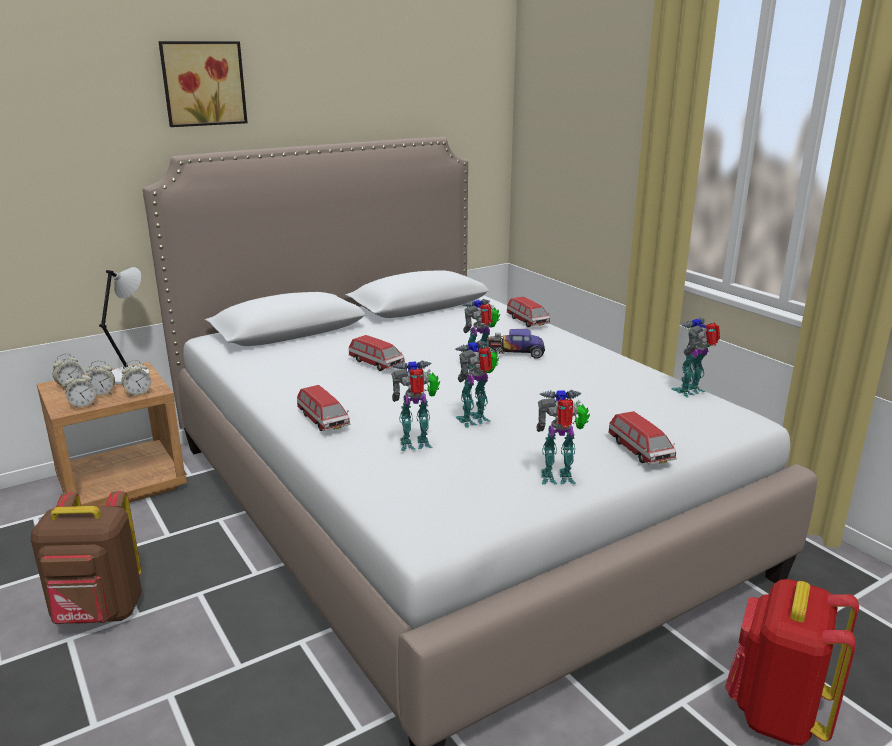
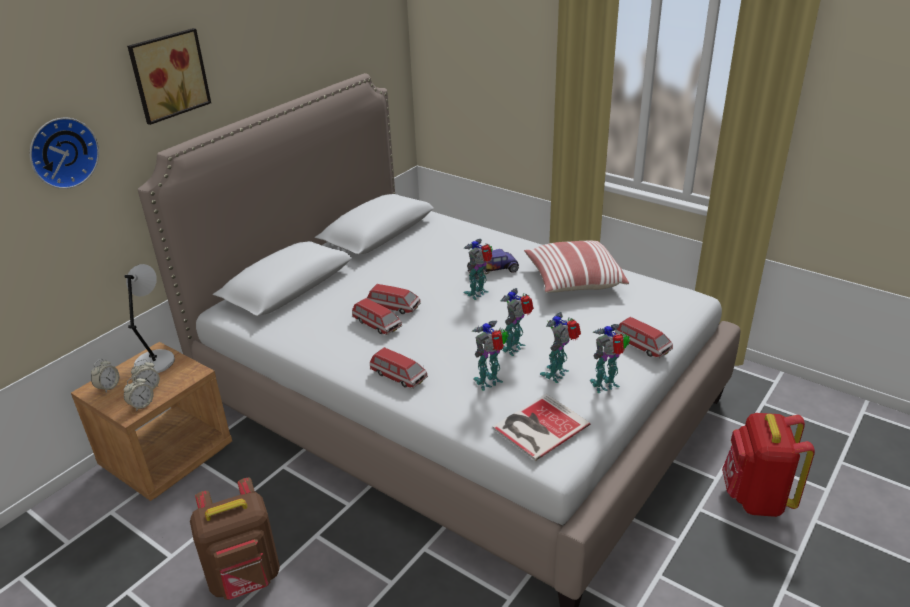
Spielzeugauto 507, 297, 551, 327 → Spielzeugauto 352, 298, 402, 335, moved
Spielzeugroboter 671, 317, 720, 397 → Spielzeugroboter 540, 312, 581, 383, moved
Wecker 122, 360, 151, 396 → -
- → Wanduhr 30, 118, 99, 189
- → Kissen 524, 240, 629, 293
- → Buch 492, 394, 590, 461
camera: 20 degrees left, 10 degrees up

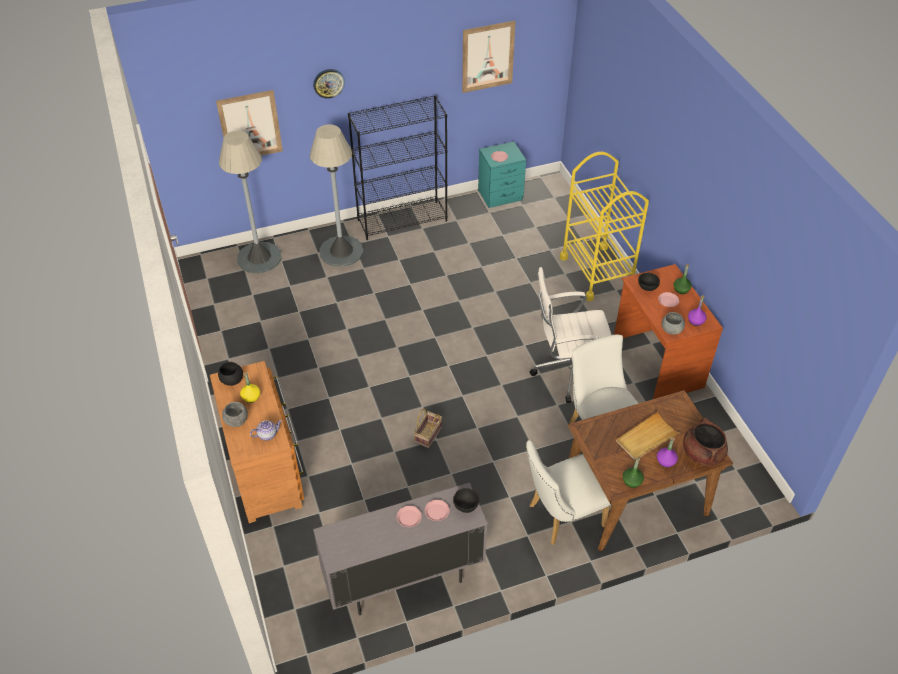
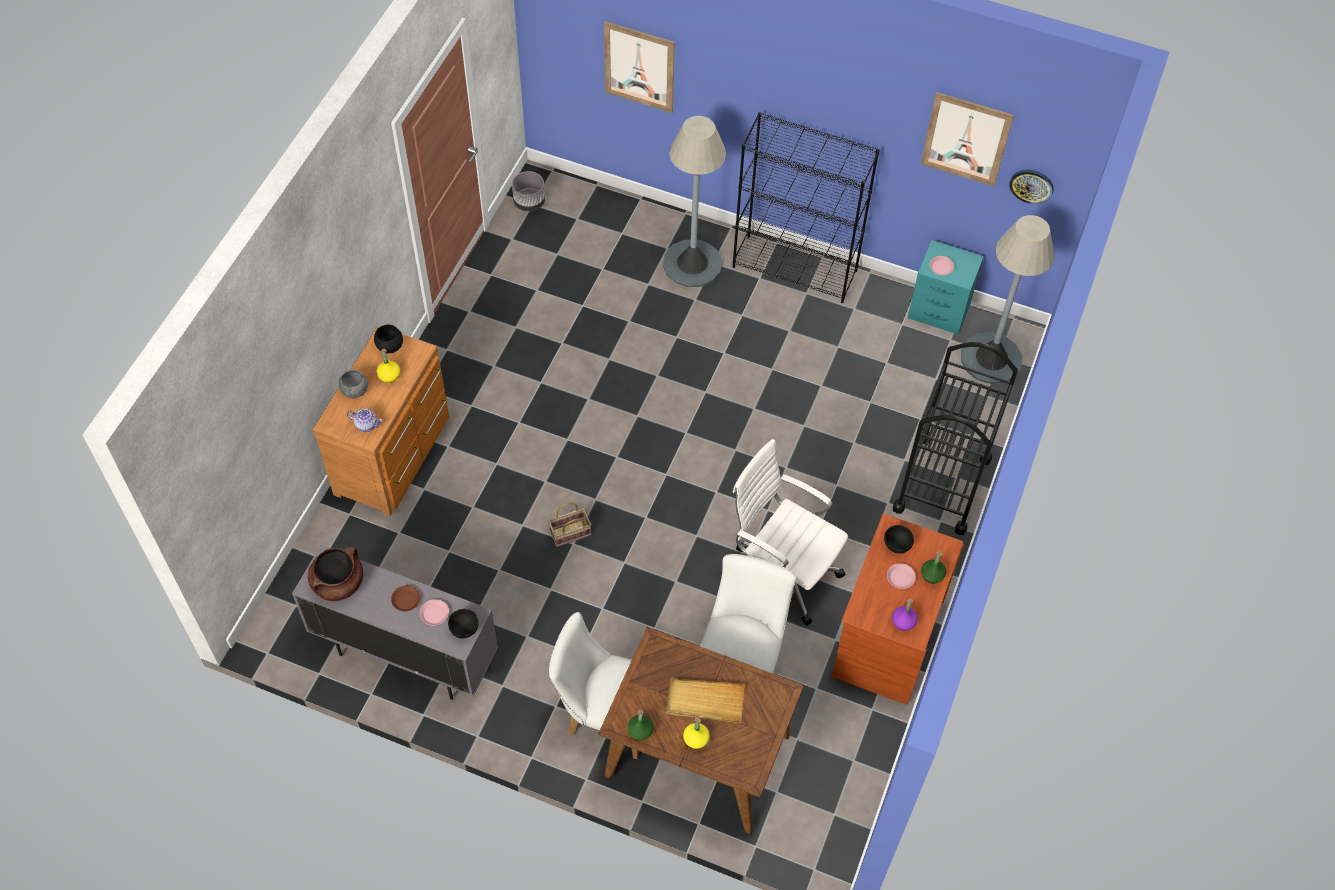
Wanduhr 313, 69, 345, 99 → Wanduhr 1009, 170, 1054, 204, moved
Stehlampe [grau] 219, 131, 282, 273 → Stehlampe [grau] 961, 215, 1055, 384, moved
Rollwagen [gelb] 560, 152, 649, 301 → Rollwagen [schwarz] 893, 342, 1018, 535
Schüssel [grau] 661, 312, 685, 335 → -
Kochtopf [braun] 683, 417, 728, 466 → Kochtopf [braun] 308, 547, 363, 601, moved
Flasche [lila] 657, 437, 678, 468 → Flasche [gelb] 683, 718, 710, 749
Teller [rosa] 397, 506, 422, 527 → Teller [braun] 391, 585, 420, 611
- → Pflanzkübel [grau] 512, 171, 545, 211
camera: 40 degrees right, 10 degrees up

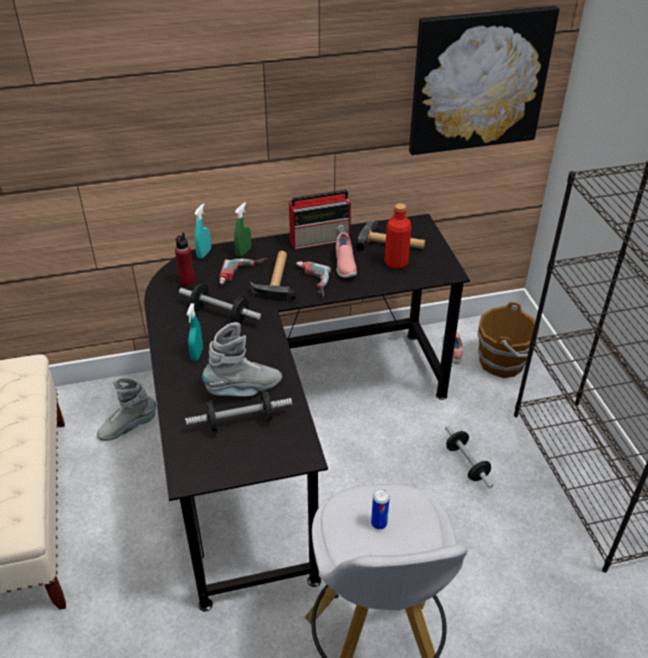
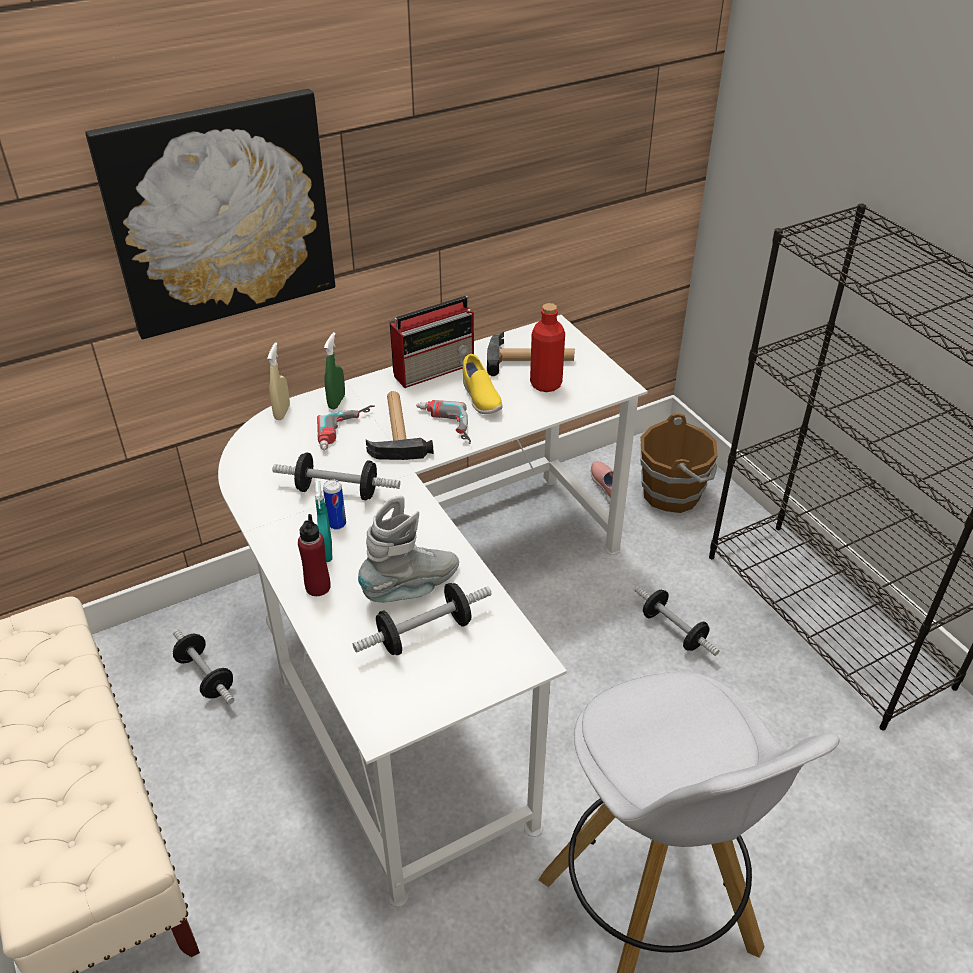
Bild 409, 6, 559, 155 → Bild 86, 89, 335, 339, moved
Sprühflasche [türkis] 194, 204, 211, 259 → Sprühflasche [beige] 267, 342, 290, 420
Schreibtisch [schwarz] 144, 214, 470, 611 → Schreibtisch [weiß] 218, 315, 648, 907
Flasche [rot] 175, 232, 195, 287 → Flasche [rot] 298, 514, 331, 596, moved
Schuh [rosa] 336, 232, 357, 278 → Schuh [gelb] 463, 354, 503, 414
Stiefel [grau] 97, 377, 156, 441 → Hantel 173, 629, 235, 704
Dose 371, 489, 390, 529 → Dose 323, 480, 346, 530, moved
camera: 15 degrees left, 0 degrees up

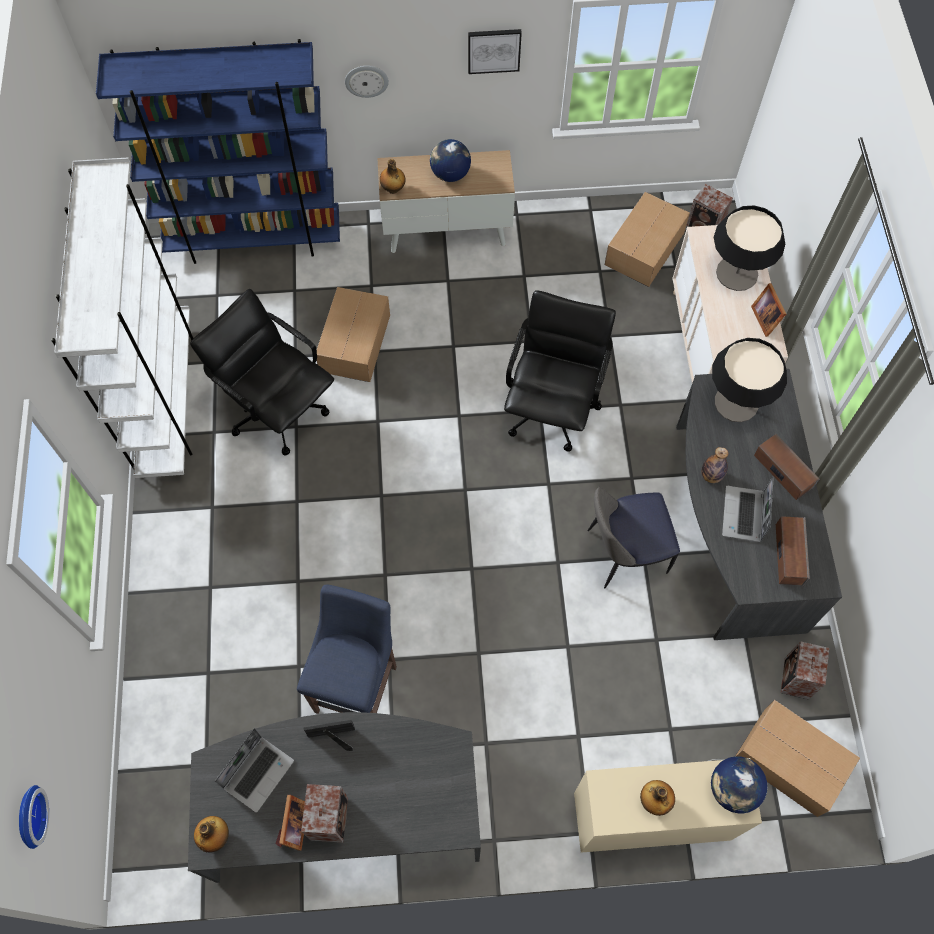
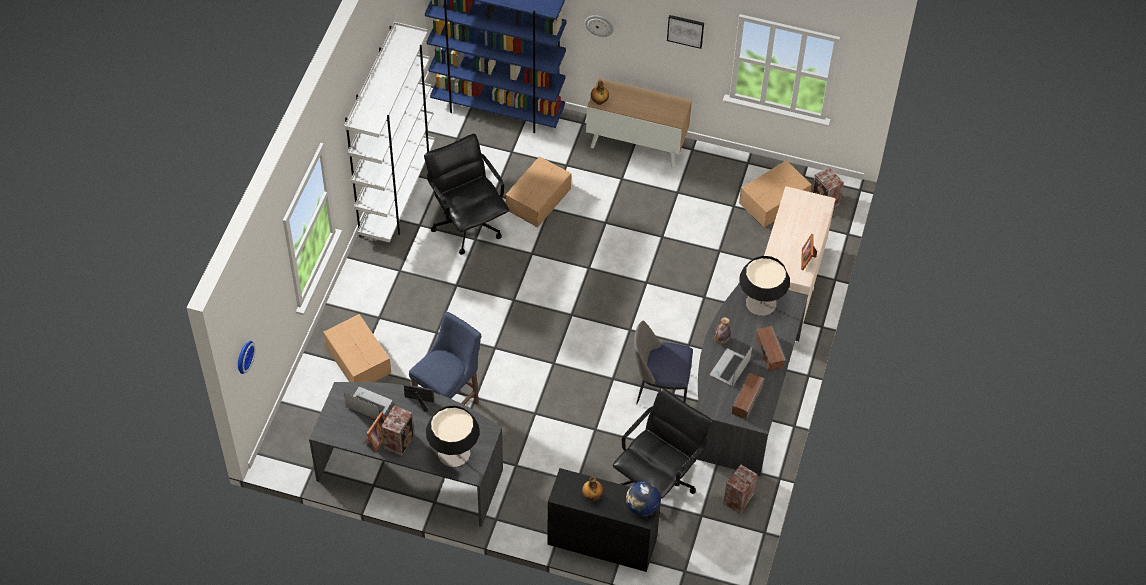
Globus 430, 139, 471, 182 → -
Tischlampe 714, 205, 785, 291 → Tischlampe 426, 406, 480, 468, moved
Bürostuhl [schwarz] 504, 290, 616, 452 → Bürostuhl [schwarz] 613, 388, 712, 513, moved
Karton 735, 700, 860, 817 → Karton 323, 314, 391, 382, moved
Laptop 215, 728, 294, 812 → Laptop 344, 387, 392, 419, 120 degrees counterclockwise
Schreibtisch [beige] 574, 758, 762, 853 → Schreibtisch [schwarz] 547, 468, 661, 572
Flasche 194, 816, 229, 853 → -
camera: 20 degrees right, 10 degrees down

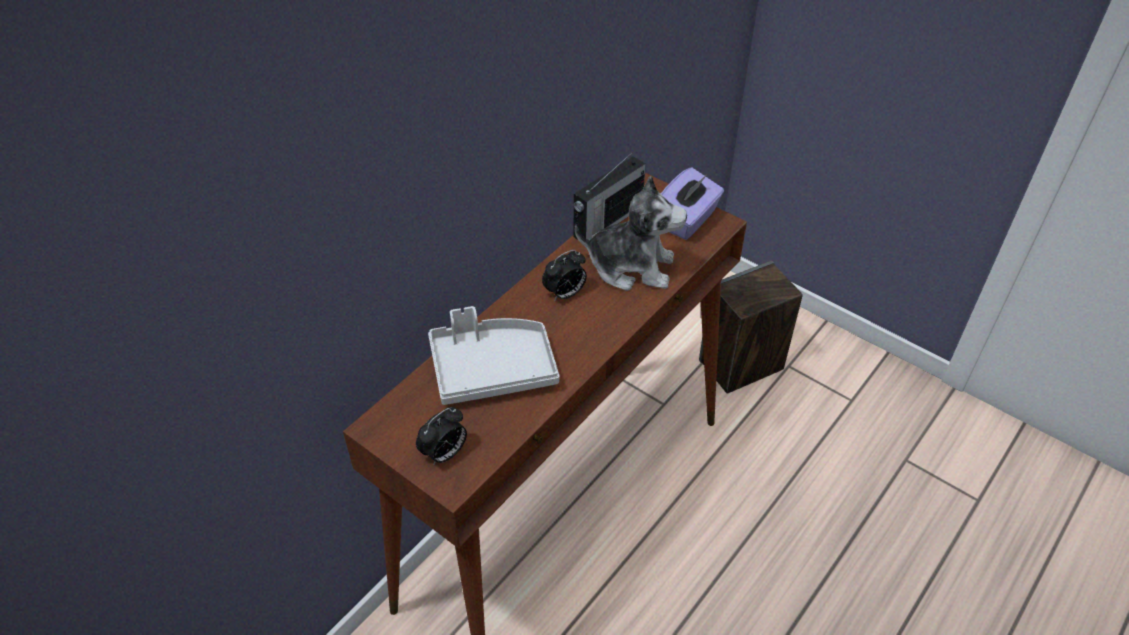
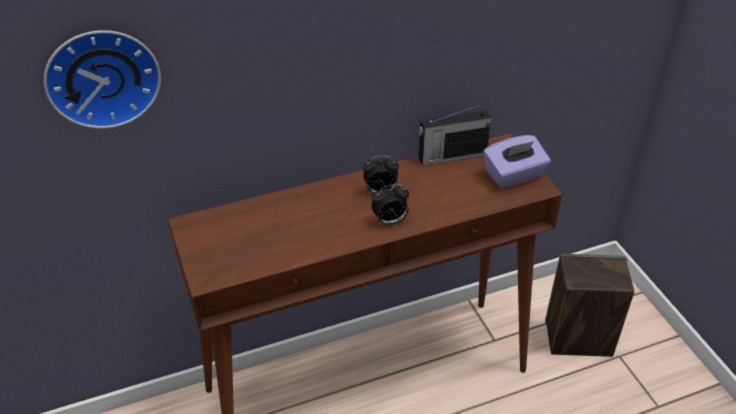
Plüschtier 575, 176, 687, 291 → -
Tablett [grau] 428, 306, 560, 405 → -
Wecker 416, 407, 467, 465 → Wecker 371, 184, 409, 225, moved
- → Wanduhr 44, 30, 161, 129
camera: 30 degrees right, 5 degrees down

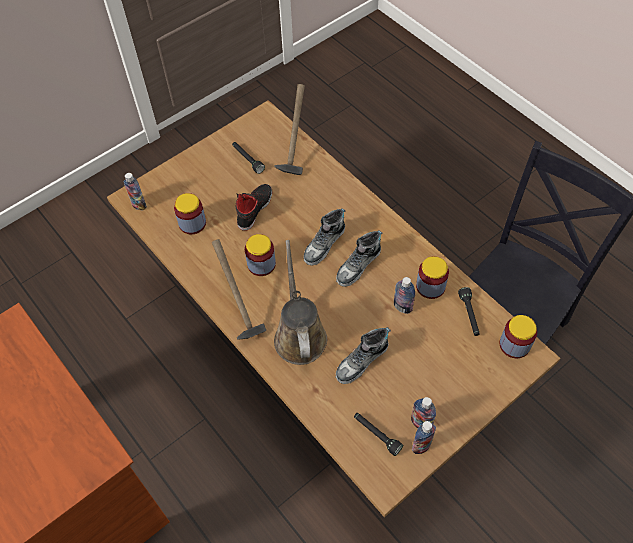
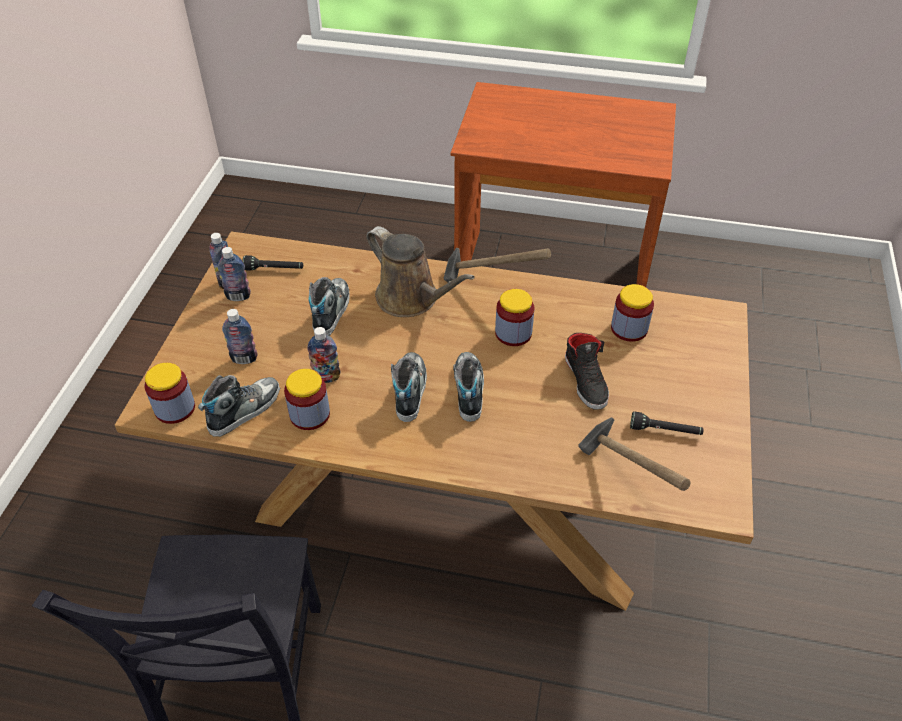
Flasche 123, 173, 147, 210 → Flasche 222, 309, 258, 364, moved
Taschenlampe [schwarz] 458, 287, 480, 336 → Schuh 198, 375, 280, 437
camera: 140 degrees right, 10 degrees down

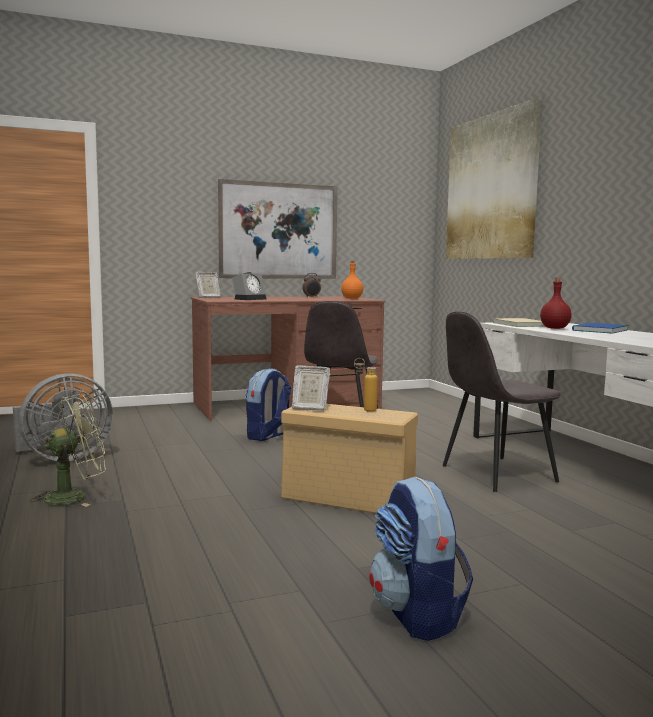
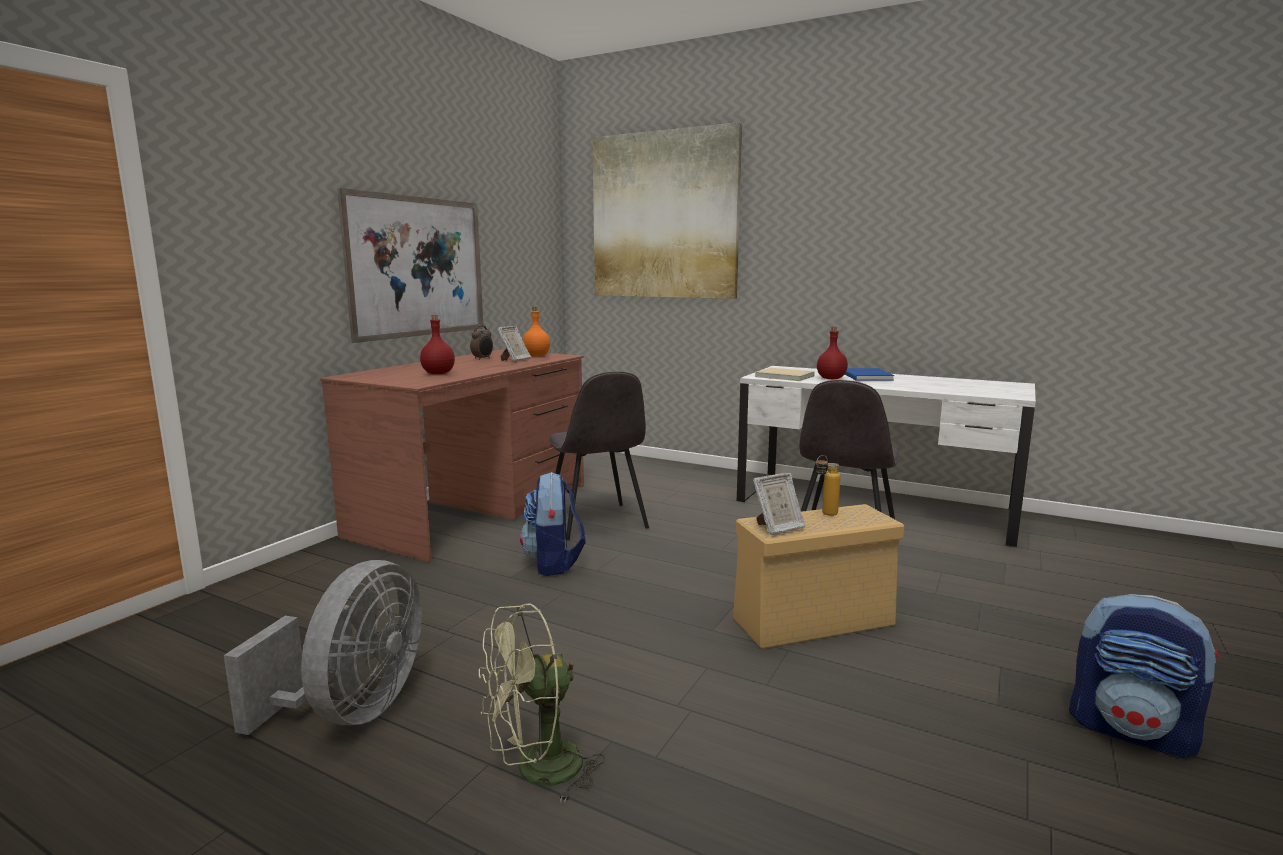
Bilderrahmen 195, 272, 220, 298 → Bilderrahmen 497, 326, 531, 362, moved
Wecker 232, 272, 267, 300 → Flasche [rot] 420, 315, 455, 374
Ventilator [grün] 29, 394, 106, 507 → Ventilator [grün] 479, 603, 605, 803, 135 degrees counterclockwise
camera: 40 degrees left, 5 degrees up

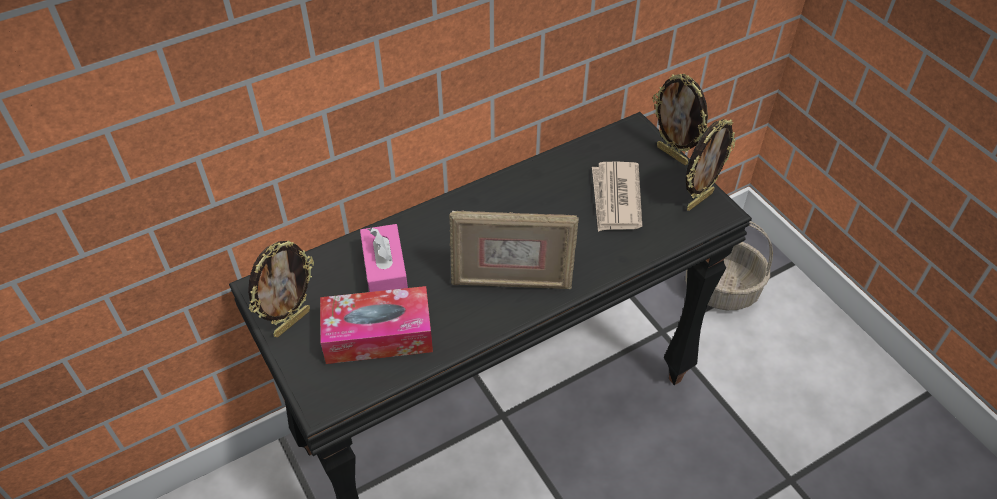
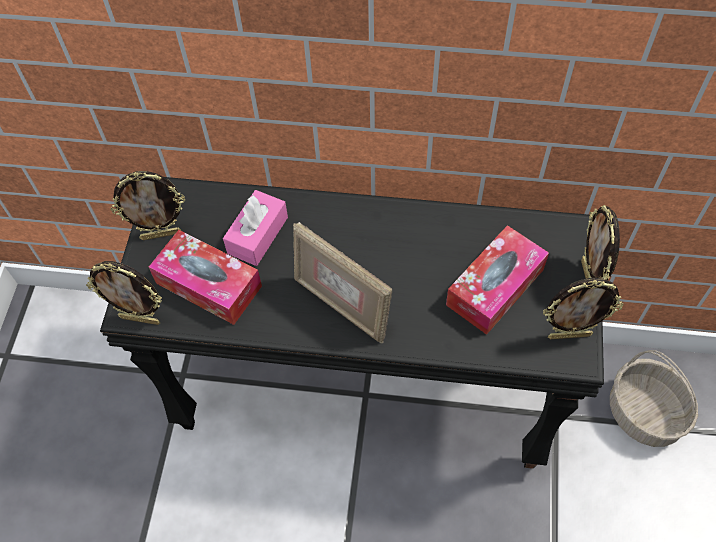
Zeitung 592, 162, 642, 232 → Taschentuchbox 446, 225, 549, 335
- → Bilderrahmen 86, 261, 162, 325
camera: 40 degrees right, 10 degrees up

